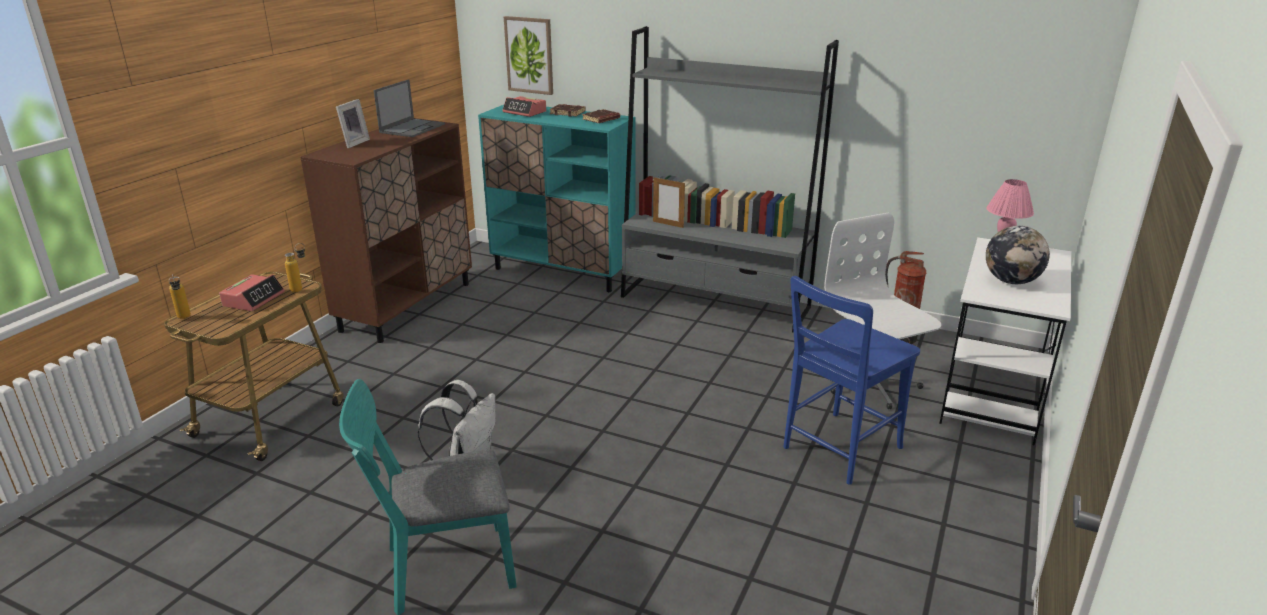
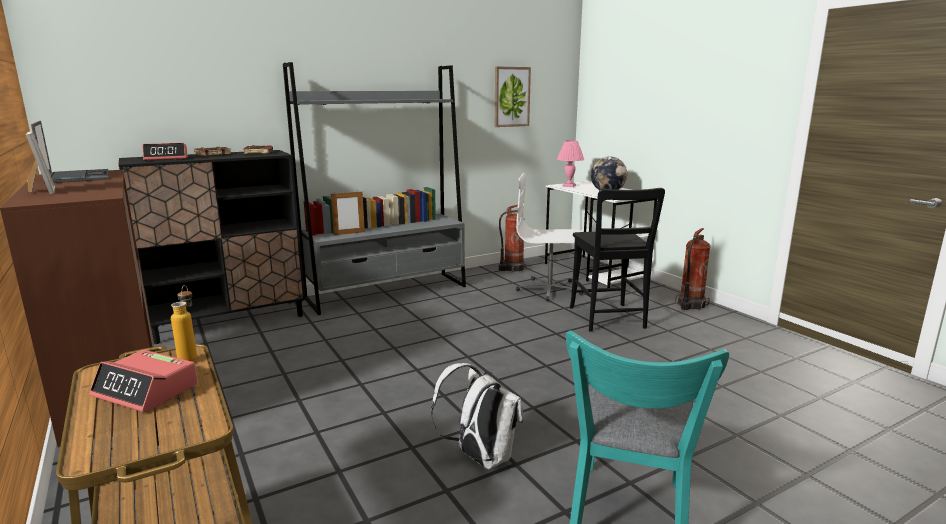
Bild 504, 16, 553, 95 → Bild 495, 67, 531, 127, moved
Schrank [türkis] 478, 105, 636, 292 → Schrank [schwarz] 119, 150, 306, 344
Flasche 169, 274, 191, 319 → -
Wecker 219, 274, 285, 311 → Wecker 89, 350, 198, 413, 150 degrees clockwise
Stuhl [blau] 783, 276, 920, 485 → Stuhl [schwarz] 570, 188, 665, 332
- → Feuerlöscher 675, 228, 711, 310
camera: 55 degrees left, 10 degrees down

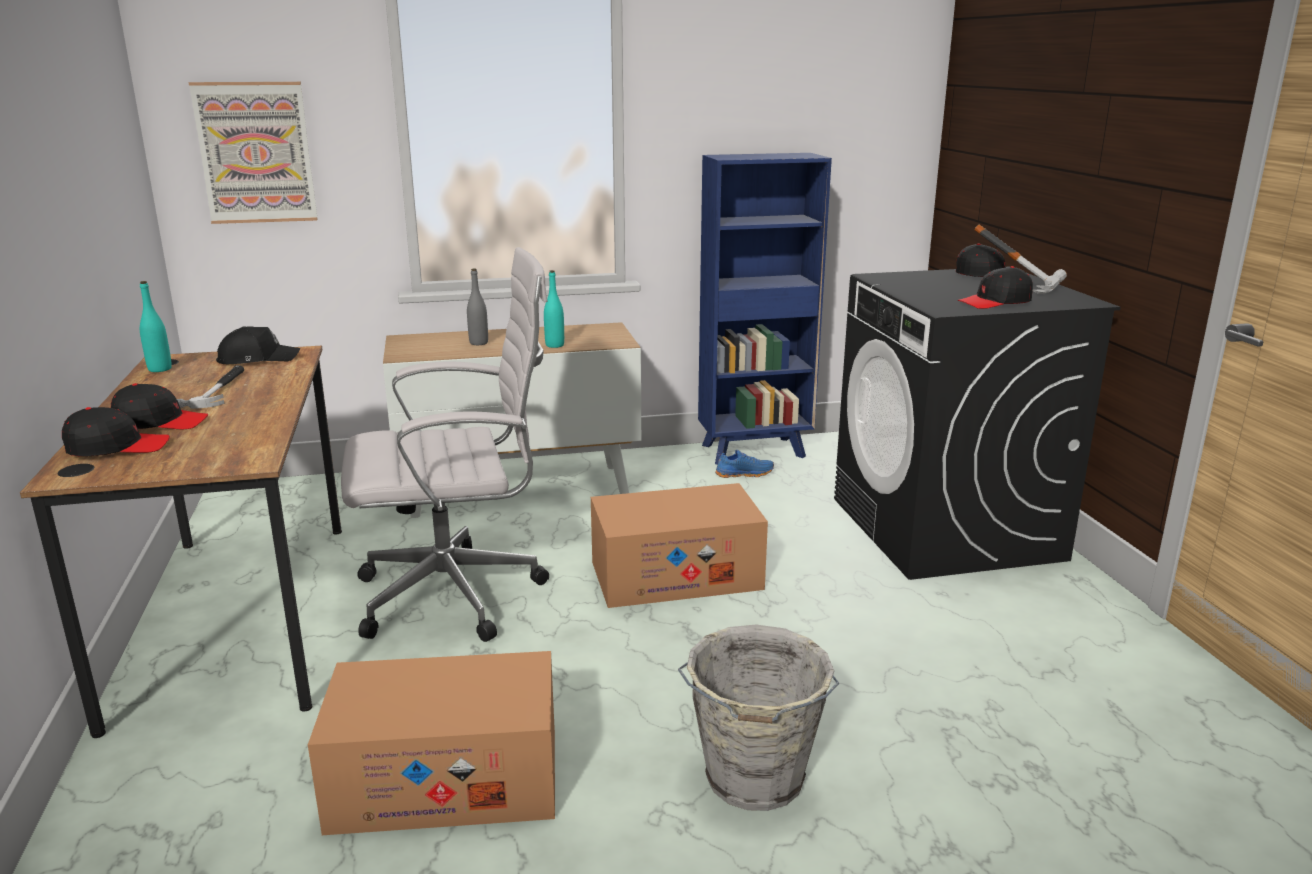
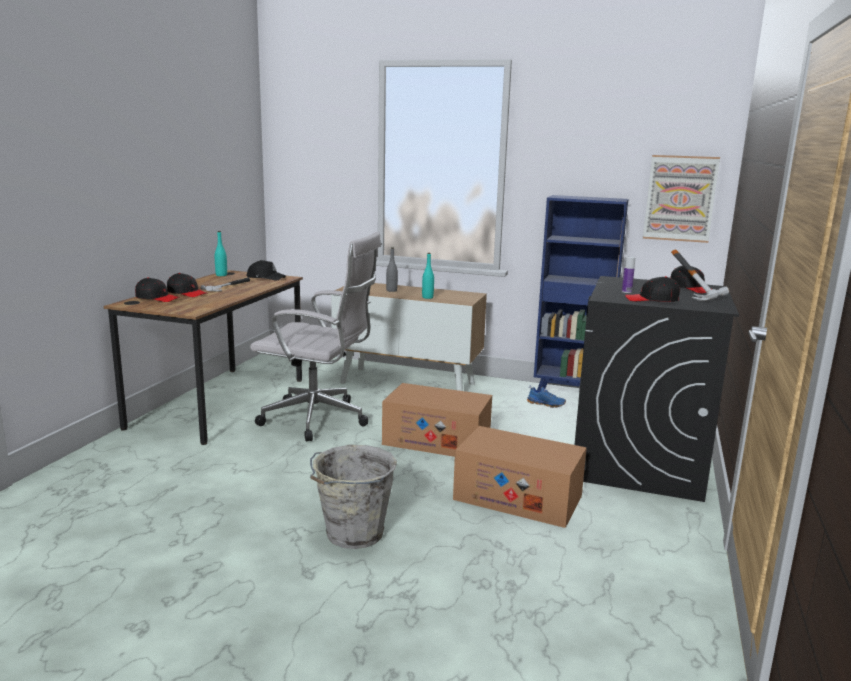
Bild 189, 82, 318, 224 → Bild 643, 155, 720, 243, moved
Karton 308, 651, 555, 835 → Karton 453, 426, 587, 528, moved
- → Flasche 622, 256, 635, 293
camera: 30 degrees right, 5 degrees down

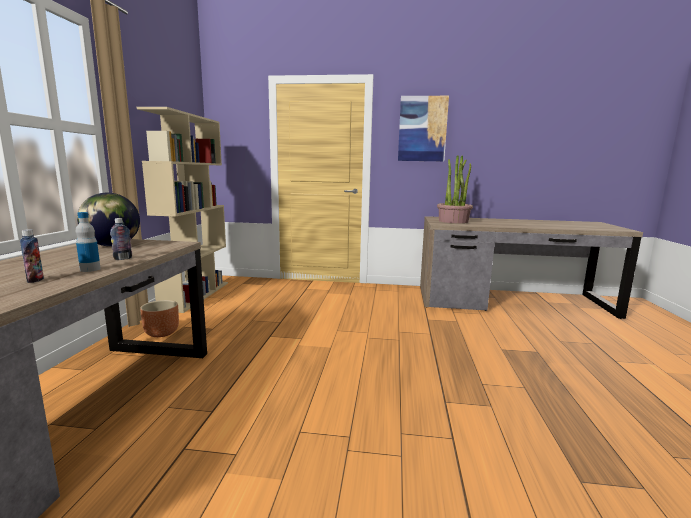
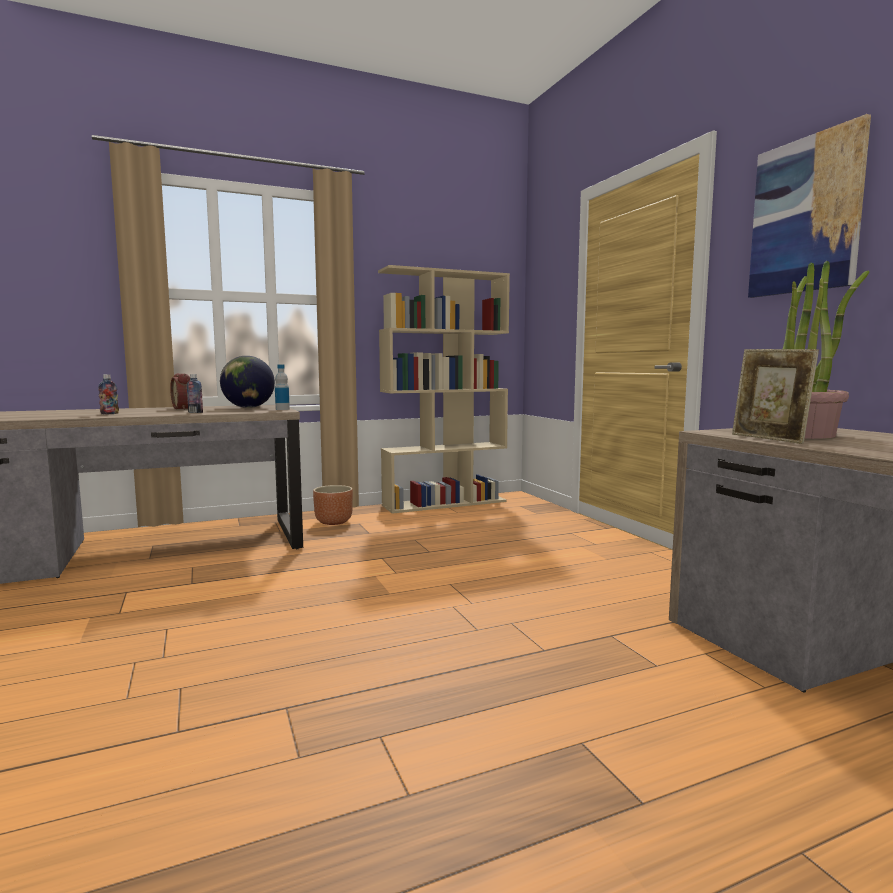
Flasche 76, 212, 101, 272 → Flasche 275, 364, 290, 410, moved
- → Bilderrahmen 732, 349, 819, 444
- → Wecker 170, 373, 190, 410
camera: 60 degrees right, 5 degrees down

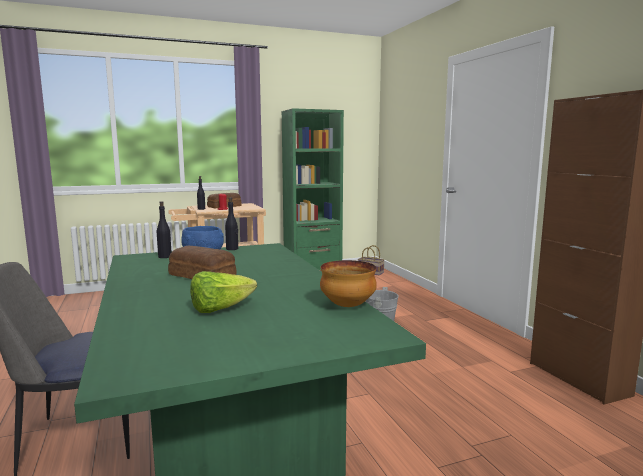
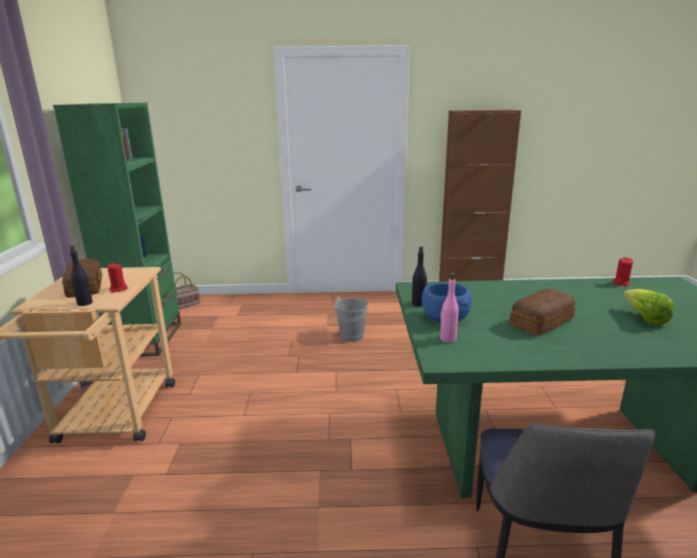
Flasche [schwarz] 157, 201, 171, 258 → Flasche [rosa] 440, 273, 459, 342
Schüssel 320, 260, 377, 307 → Kerze [rot] 613, 257, 633, 286
camera: 70 degrees left, 10 degrees up

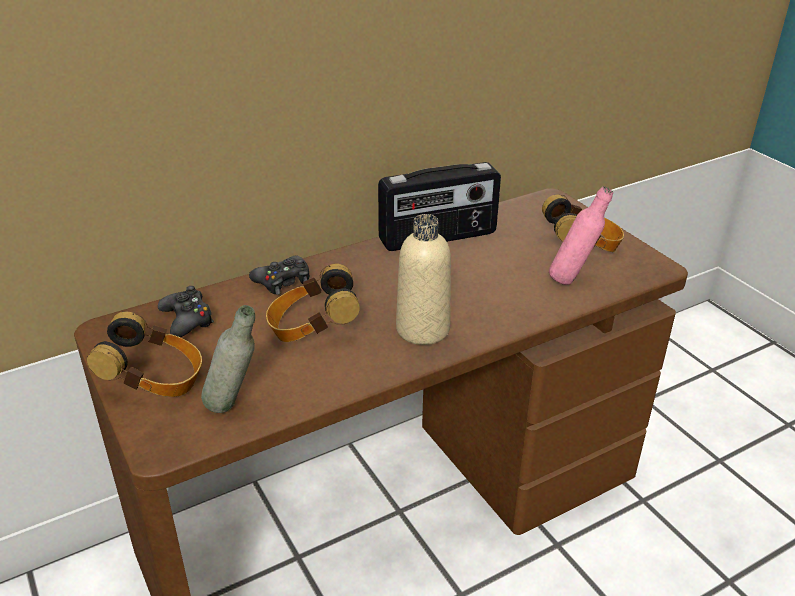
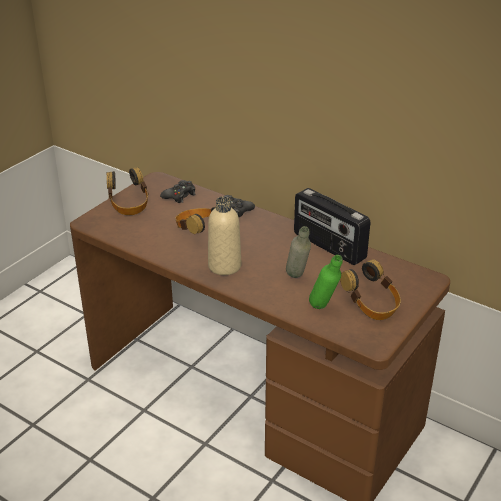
Flasche [rosa] 549, 186, 613, 285 → Flasche [grün] 309, 255, 343, 309
Flasche [grau] 201, 305, 255, 413 → Flasche [grau] 286, 226, 311, 278, moved
camera: 65 degrees right, 0 degrees up

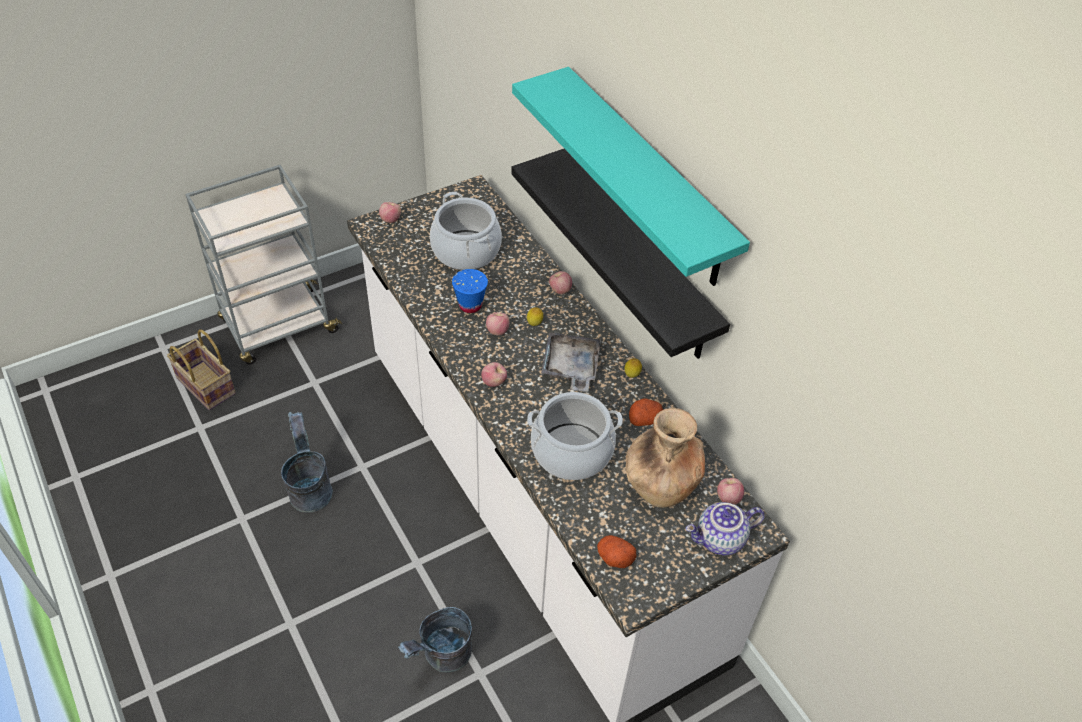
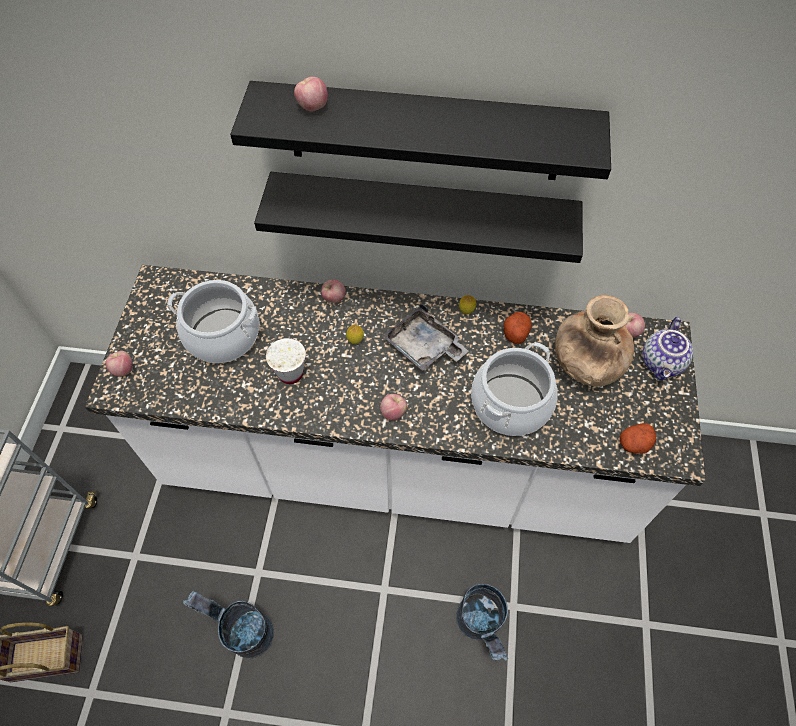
Wandregal [türkis] 512, 67, 750, 286 → Wandregal [schwarz] 230, 81, 611, 180
Tasse [blau] 452, 269, 488, 313 → Tasse [weiß] 266, 338, 306, 384
Apfel 486, 312, 509, 335 → Apfel 294, 77, 328, 112, moved
camera: 50 degrees left, 10 degrees up

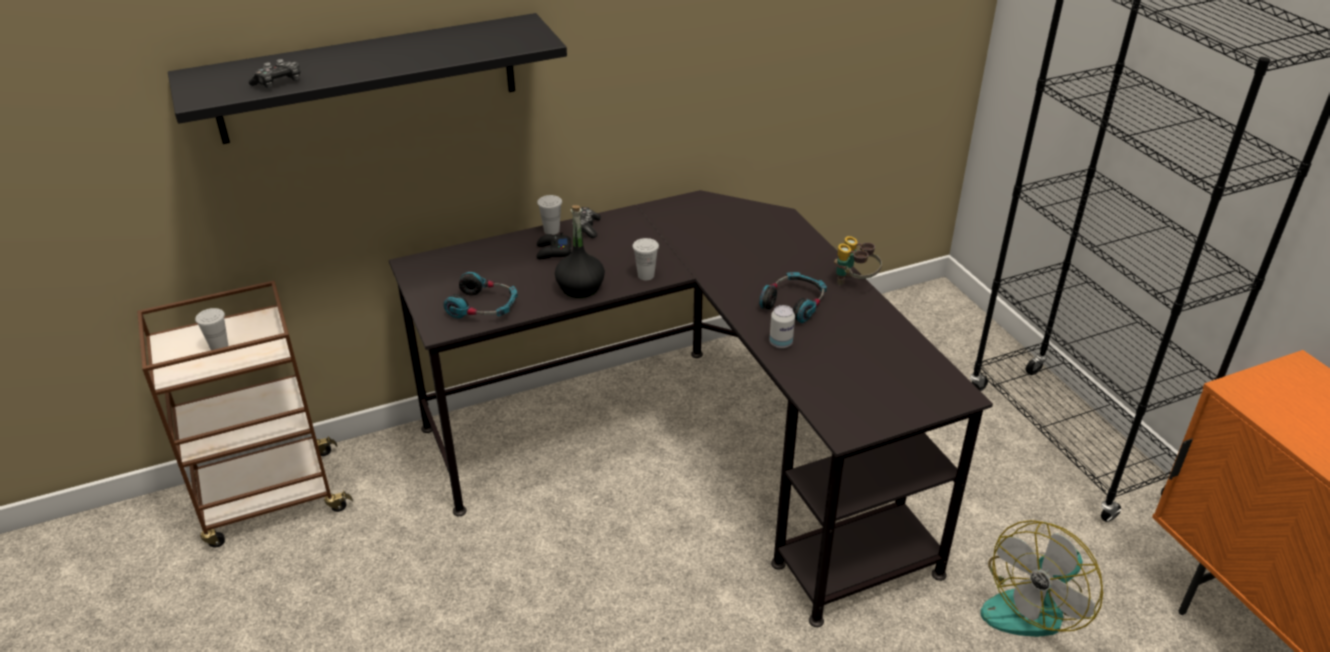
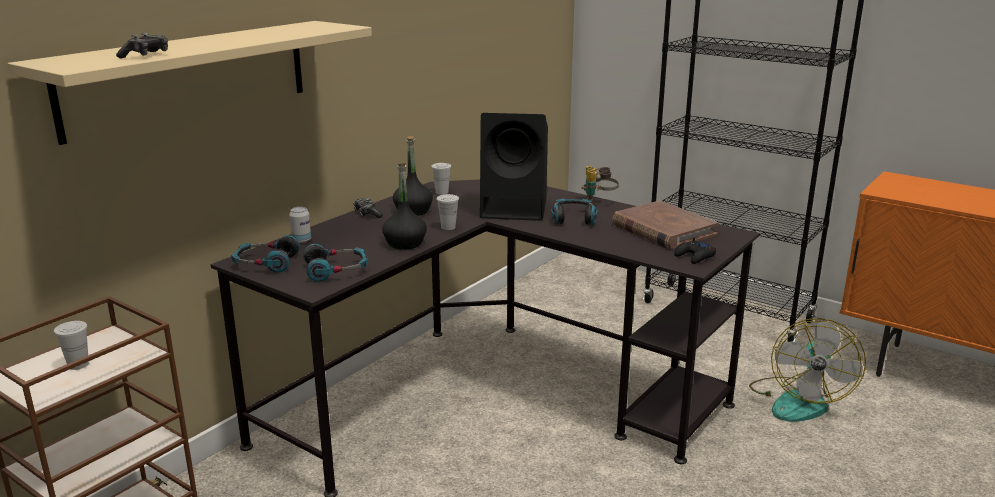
Wandregal [schwarz] 168, 13, 567, 144 → Wandregal [beige] 7, 21, 372, 145
Tasse [weiß] 537, 195, 562, 235 → Tasse [weiß] 431, 163, 451, 195, moved
Gamepad [schwarz] 536, 232, 571, 259 → Gamepad [schwarz] 674, 238, 716, 264, moved
Dose 769, 305, 795, 348 → Dose 289, 207, 311, 243, moved
- → Lautsprecher [schwarz] 480, 113, 548, 221
- → Flasche [schwarz] 393, 136, 433, 216
- → Buch [braun] 612, 200, 719, 249
- → Kopfhörer 231, 235, 300, 273
camera: 30 degrees left, 15 degrees down

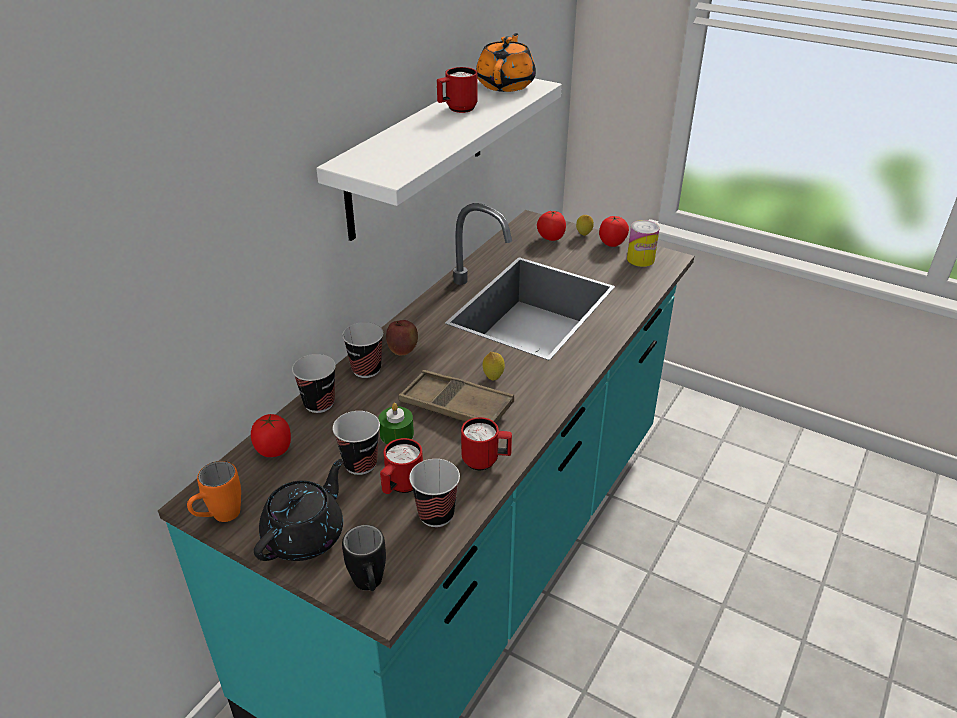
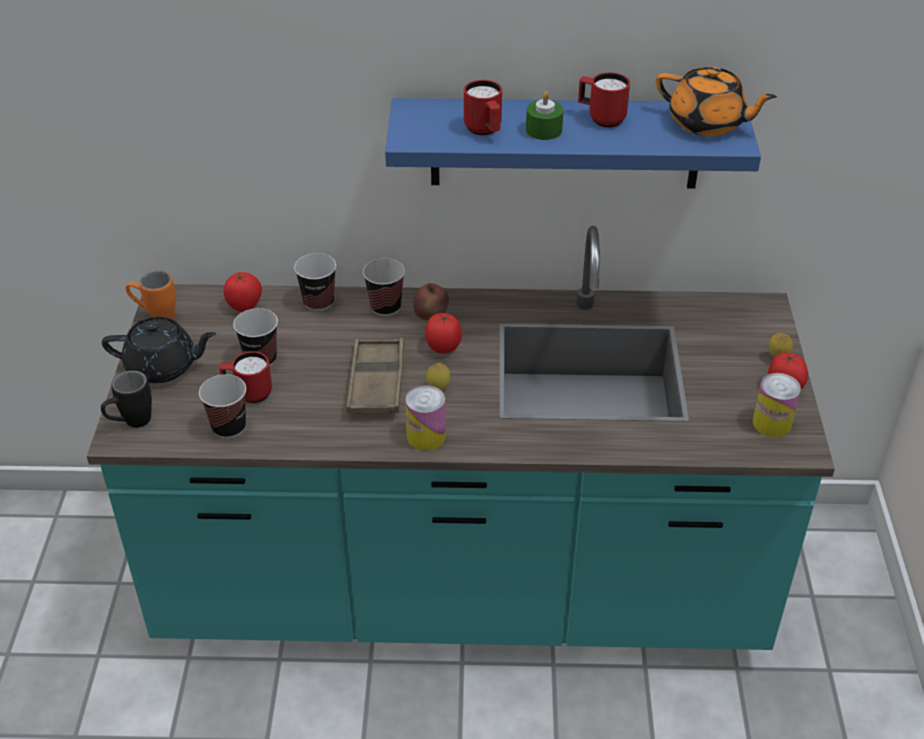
Teekanne [orange] 476, 33, 536, 92 → Teekanne [orange] 656, 67, 777, 136, 45 degrees clockwise
Wandregal [weiß] 316, 78, 562, 241 → Wandregal [blau] 385, 98, 761, 189
Tomate 537, 210, 566, 241 → Tomate 425, 313, 462, 354, moved
Kerze [grün] 378, 403, 414, 444 → Kerze [grün] 526, 91, 564, 140, moved
Henkelbecher [rot] 461, 417, 512, 470 → Henkelbecher [rot] 464, 80, 502, 135, moved
- → Dose 405, 385, 446, 450
camera: 60 degrees right, 5 degrees up

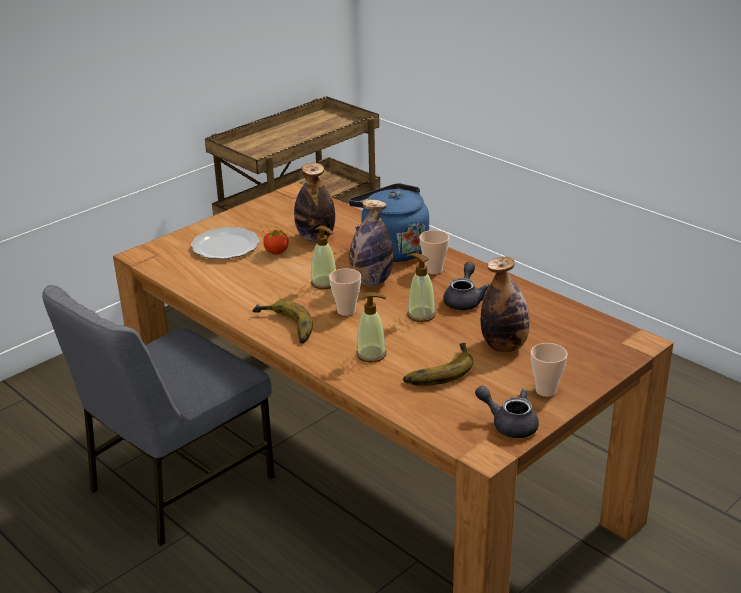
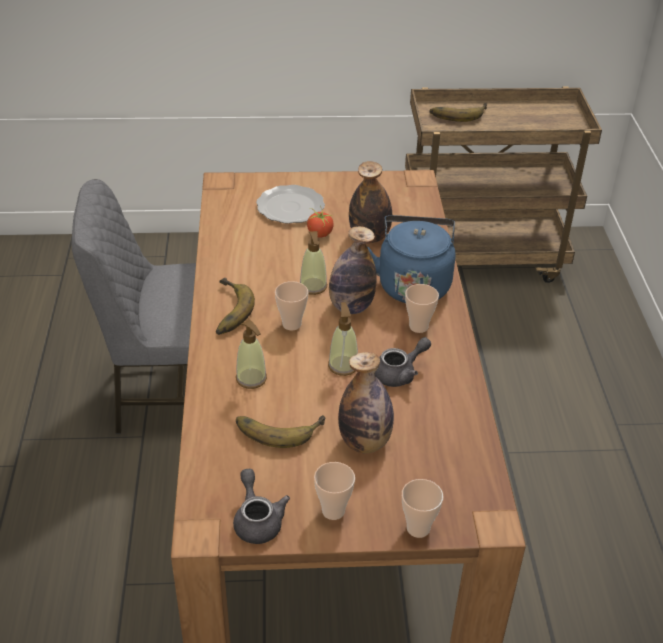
- → Banane 430, 103, 487, 122
- → Tasse 402, 479, 443, 538
camera: 40 degrees right, 10 degrees up

